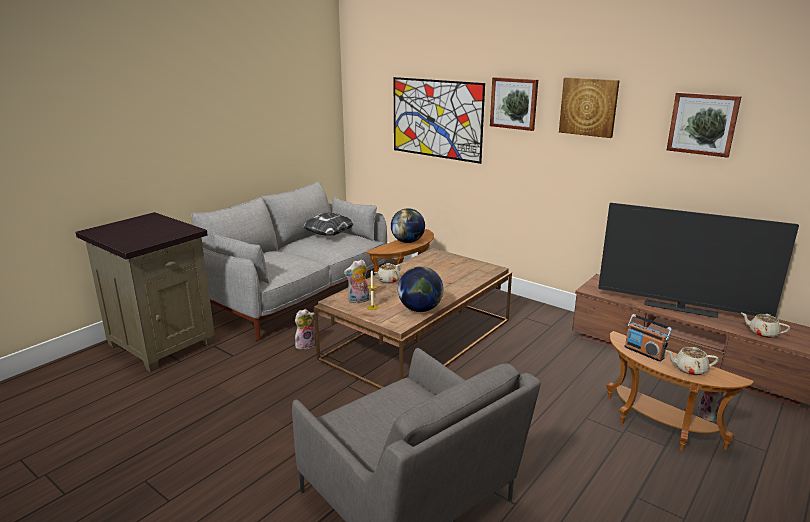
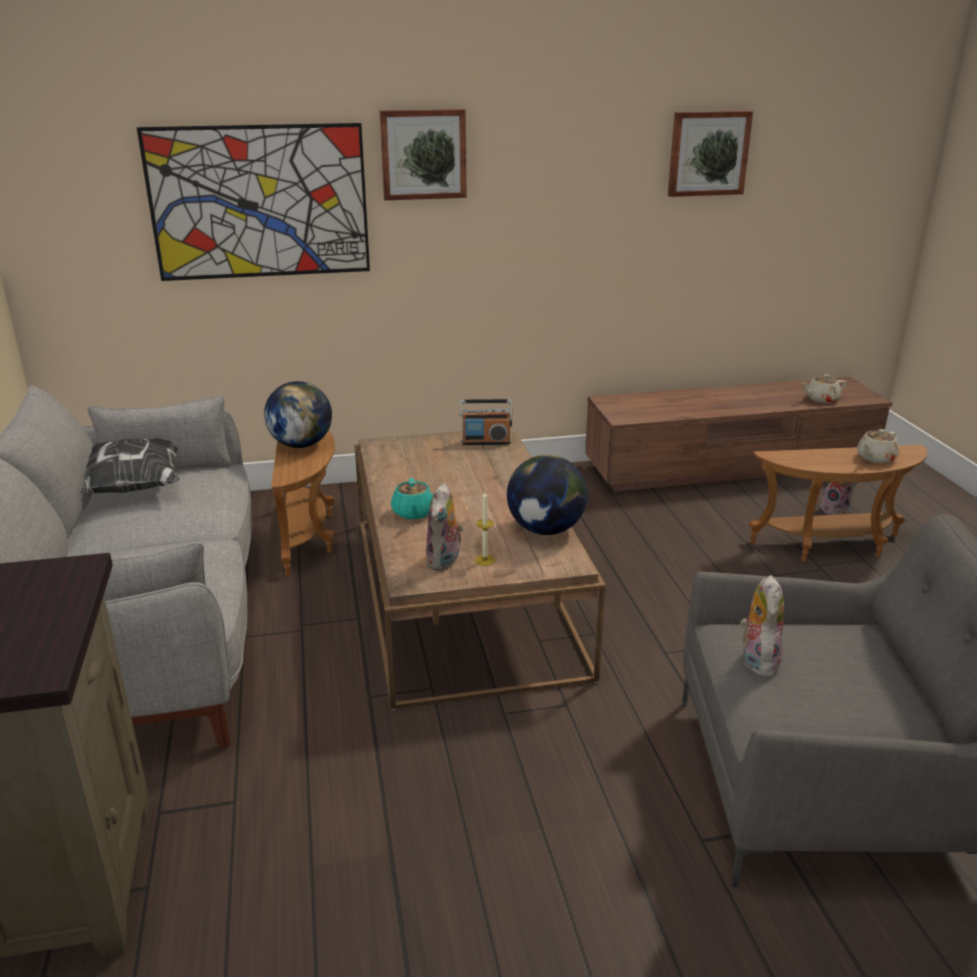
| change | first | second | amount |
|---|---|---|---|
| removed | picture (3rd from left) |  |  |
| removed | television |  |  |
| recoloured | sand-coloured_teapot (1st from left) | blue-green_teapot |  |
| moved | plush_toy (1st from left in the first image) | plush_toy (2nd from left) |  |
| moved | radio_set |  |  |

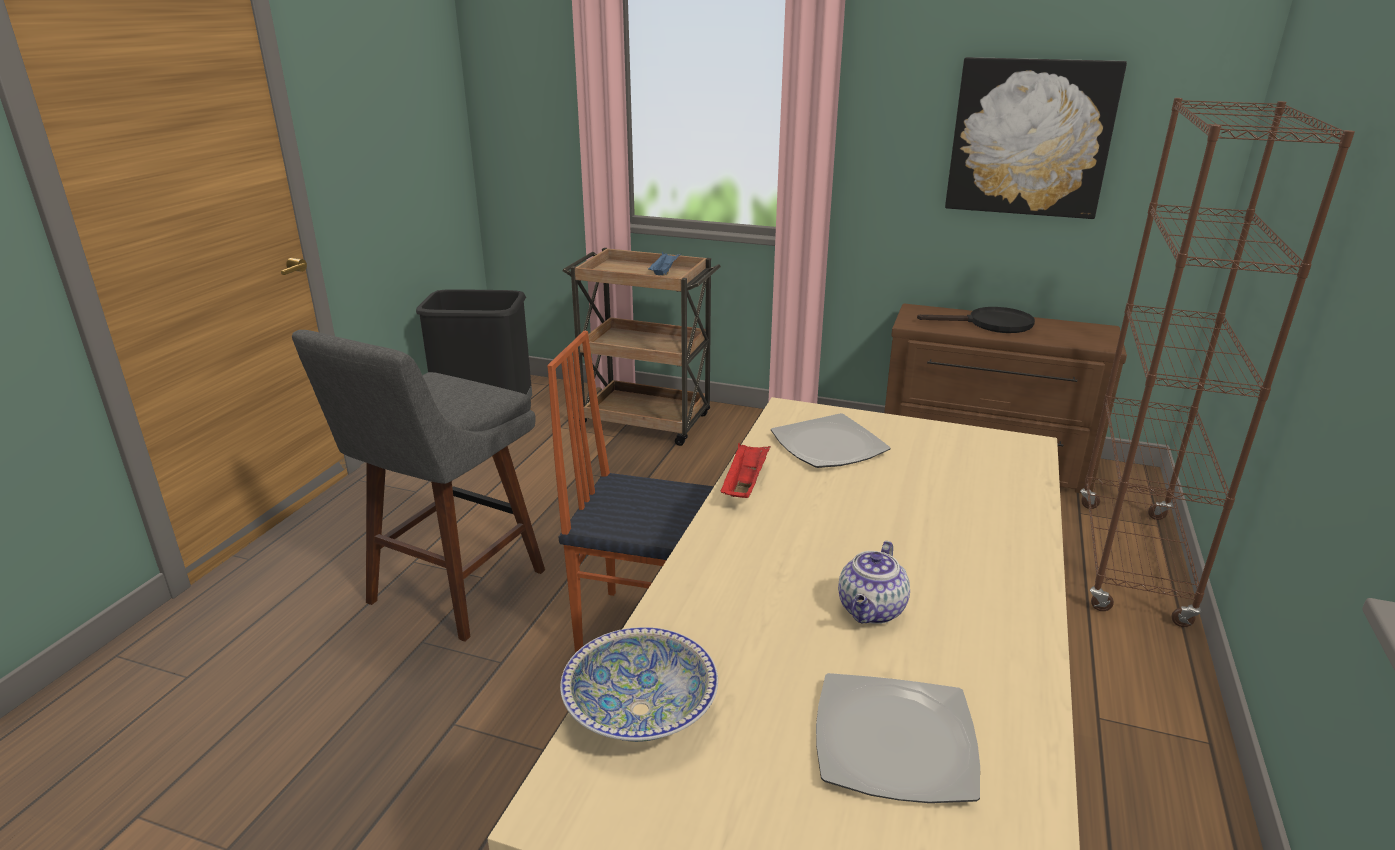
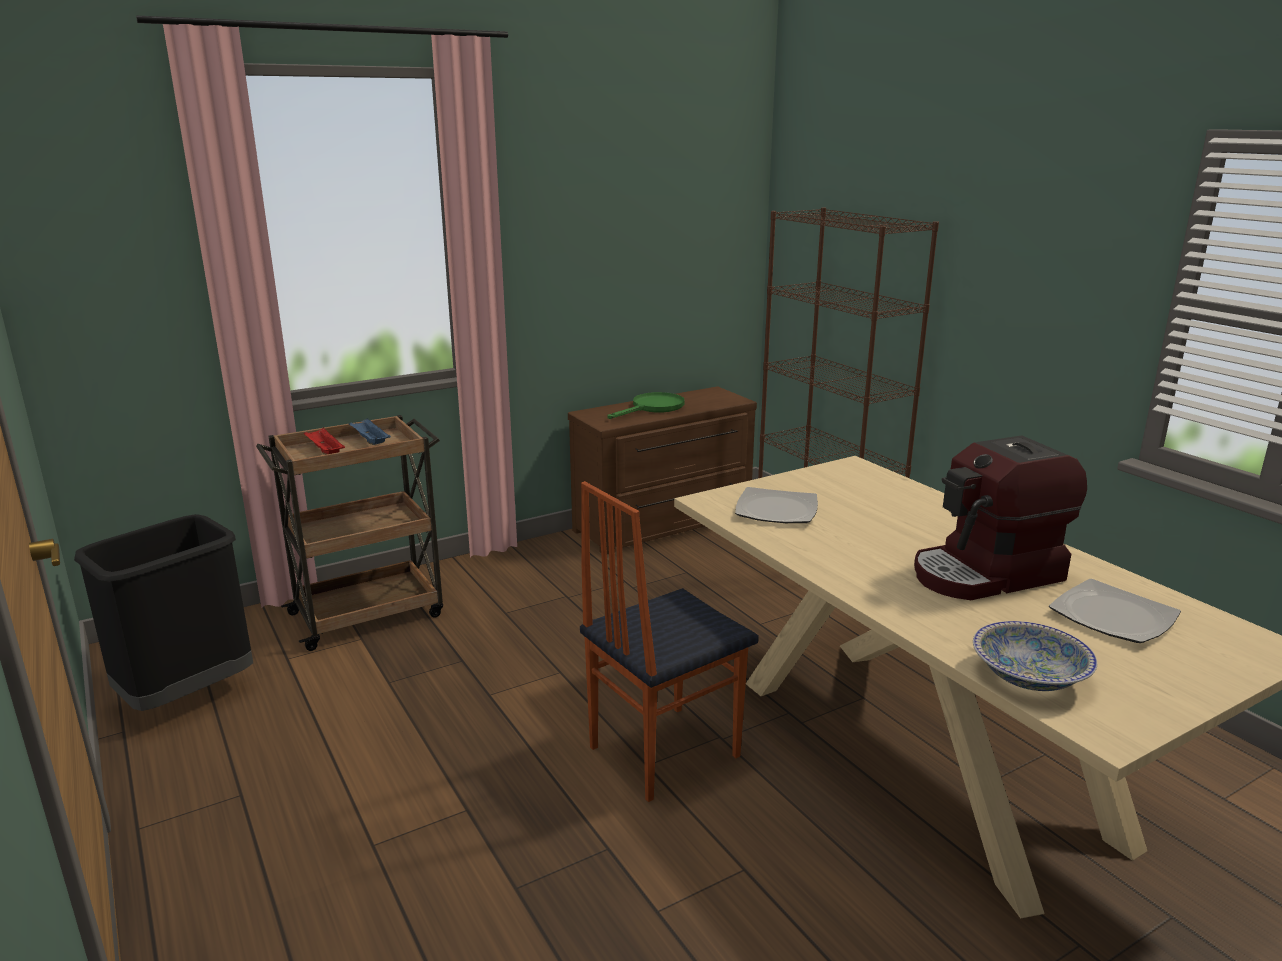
| change | first | second | amount |
|---|---|---|---|
| removed | picture |  |  |
| recoloured | blackish_pan | green-coloured_pan |  |
| removed | gray_stool_seat |  |  |
| moved | reddish_carrying_tray |  |  |
| replaced | teapot | coffee_brewer |  |

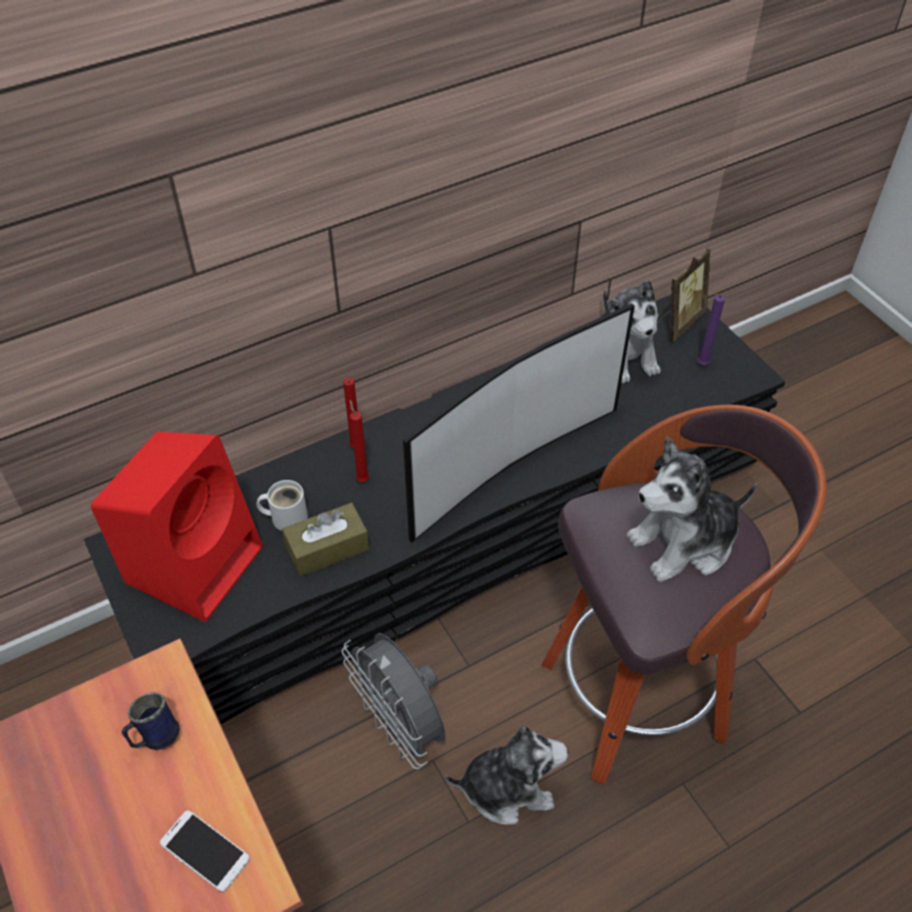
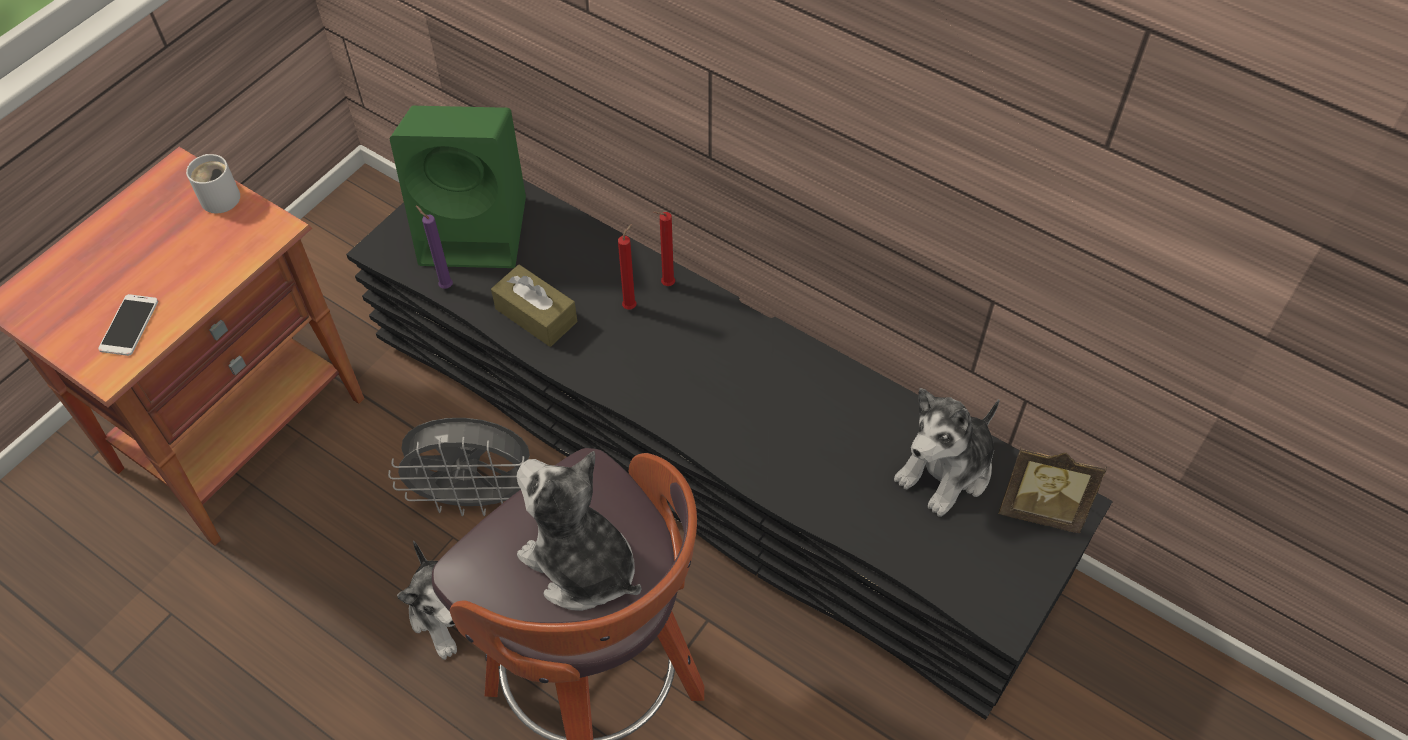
| change | first | second | amount |
|---|---|---|---|
| moved | purple_candle |  |  |
| removed | television |  |  |
| recoloured | reddish_speaker | green-coloured_speaker |  |
| moved | white-coloured_coffee_mug |  |  |
| turned | gray_cooling_fan |  | 120 degrees counterclockwise |
| removed | blue-coloured_coffee_mug |  |  |

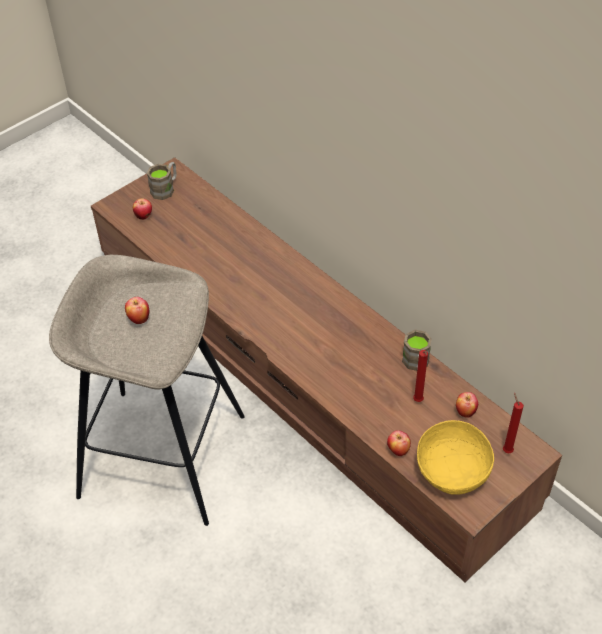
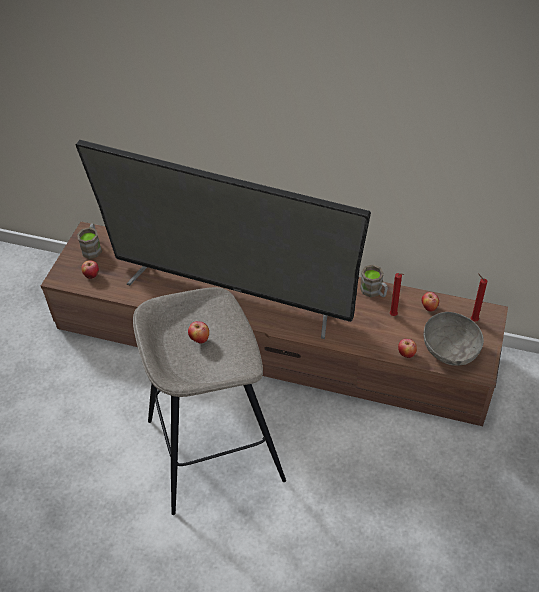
| change | first | second | amount |
|---|---|---|---|
| recoloured | yellowish_deep_dish | gray_deep_dish |  |
| added |  | television |  |

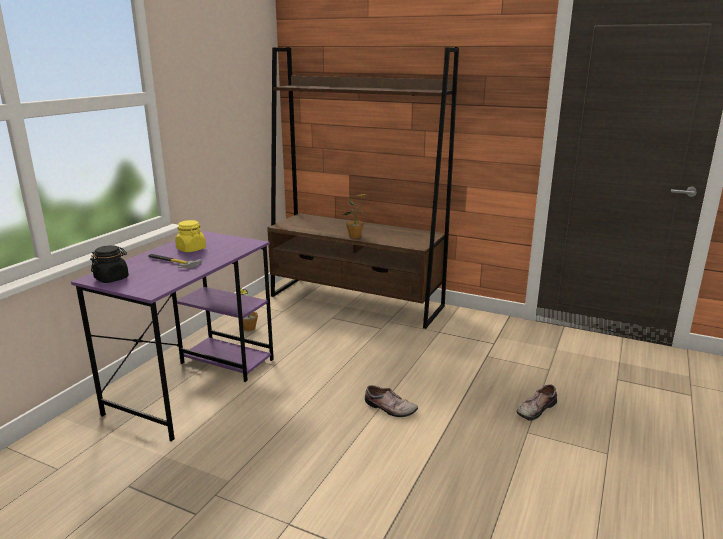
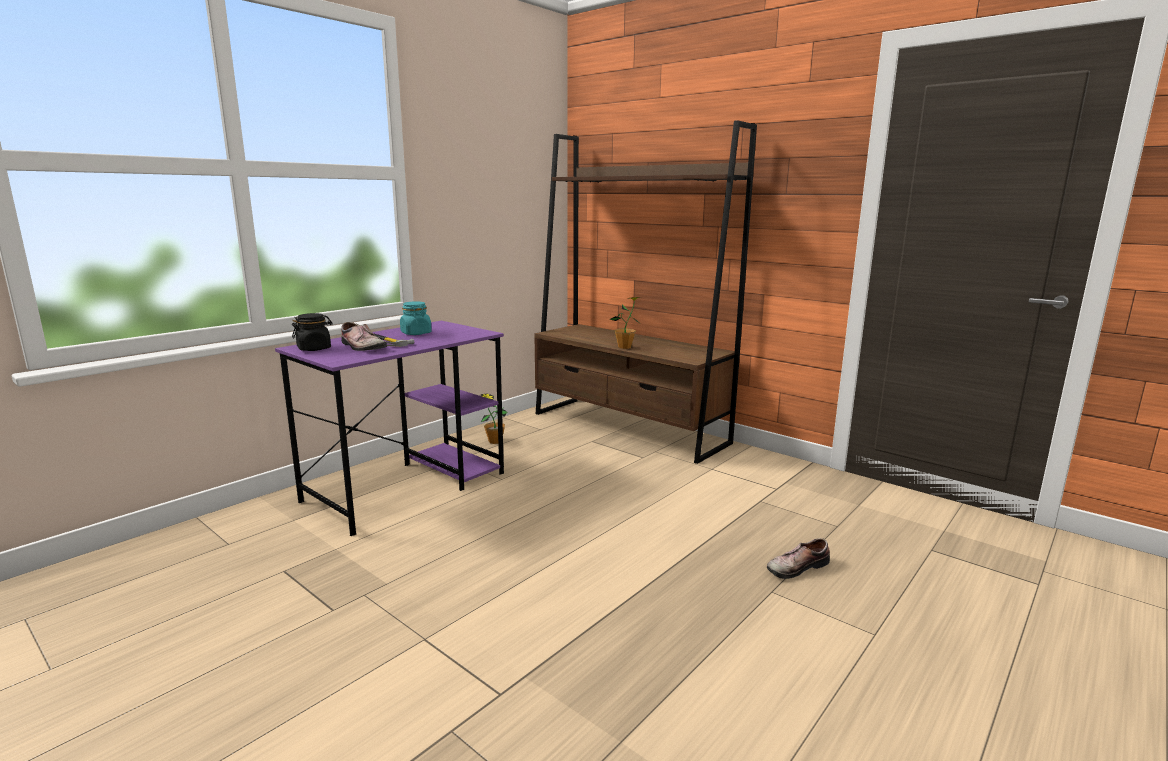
| change | first | second | amount |
|---|---|---|---|
| recoloured | yellowish_storage_jar | blue-green_storage_jar |  |
| moved | low_shoe (1st from left) |  |  |

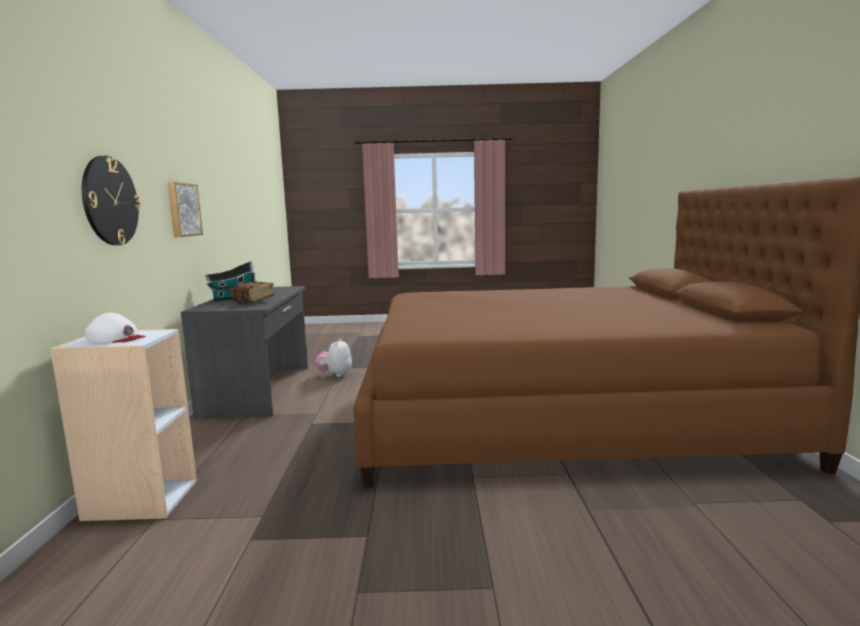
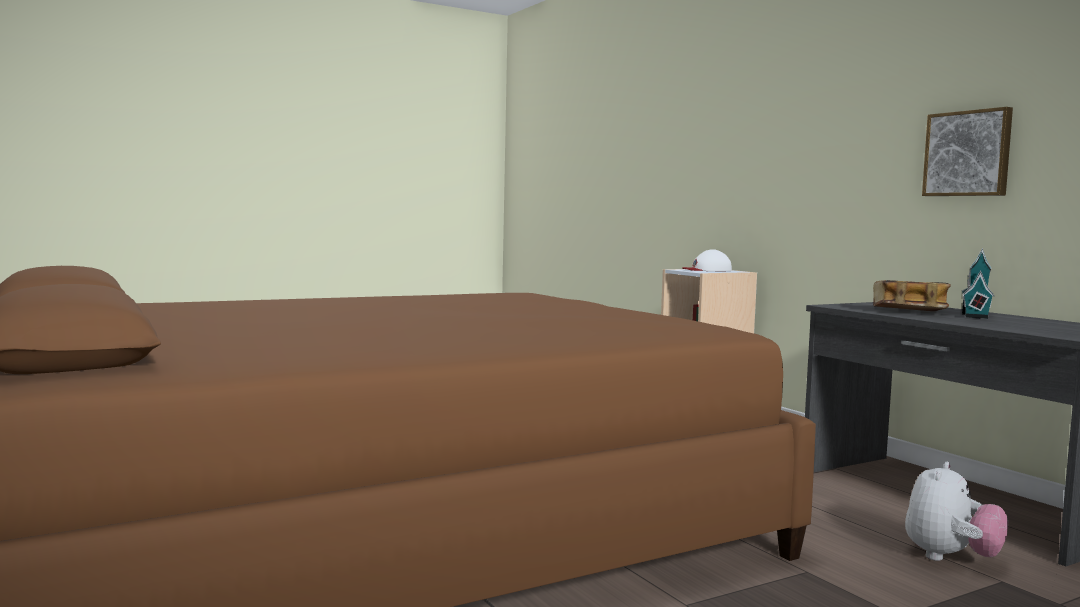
| change | first | second | amount |
|---|---|---|---|
| removed | hanging_clock |  |  |
| turned | plush_toy |  | 60 degrees clockwise |

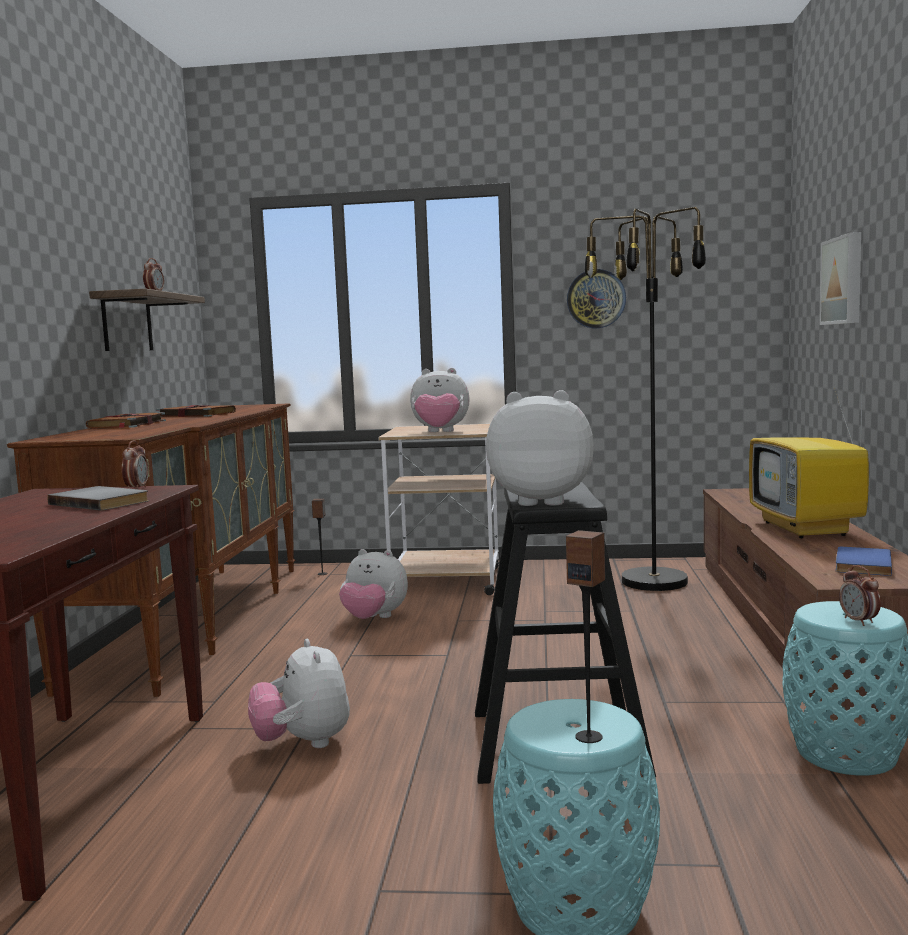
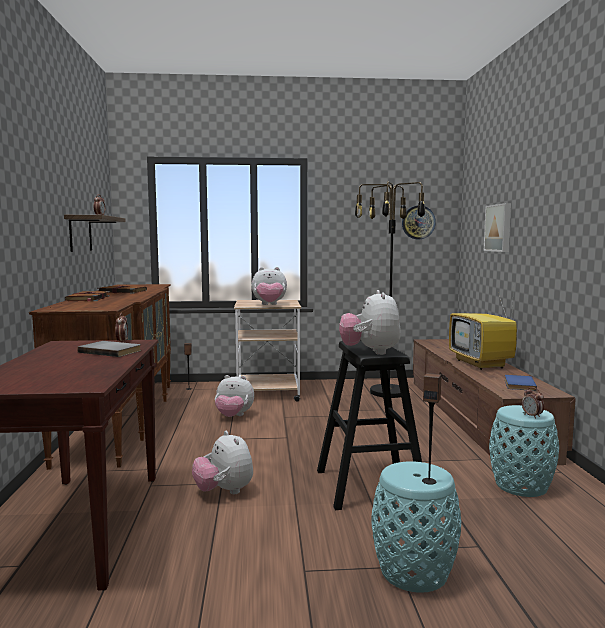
| change | first | second | amount |
|---|---|---|---|
| moved | hanging_clock |  |  |
| turned | plush_toy (4th from left) |  | 90 degrees counterclockwise |

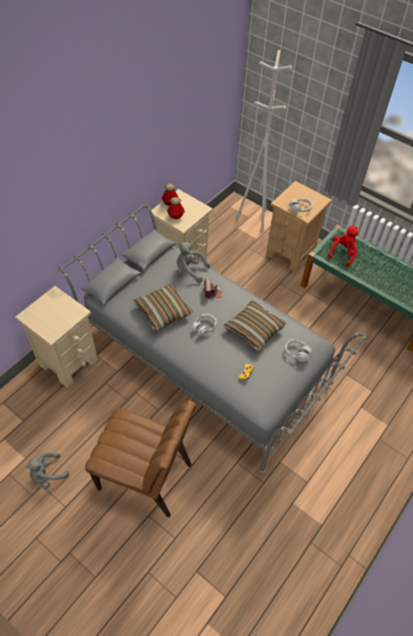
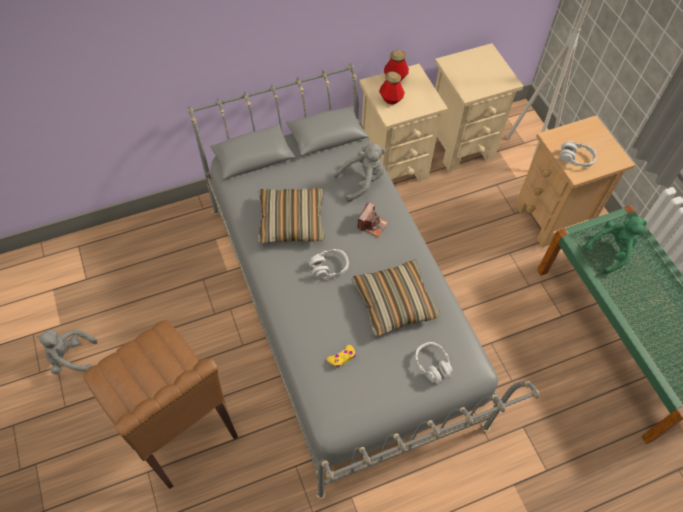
| change | first | second | amount |
|---|---|---|---|
| recoloured | reddish_plush_toy | green-coloured_plush_toy |  |
| turned | gray_plush_toy (2nd from left) |  | 105 degrees clockwise |
| moved | sand-coloured_night_table (1st from left in the first image) | sand-coloured_night_table (2nd from left) |  |

